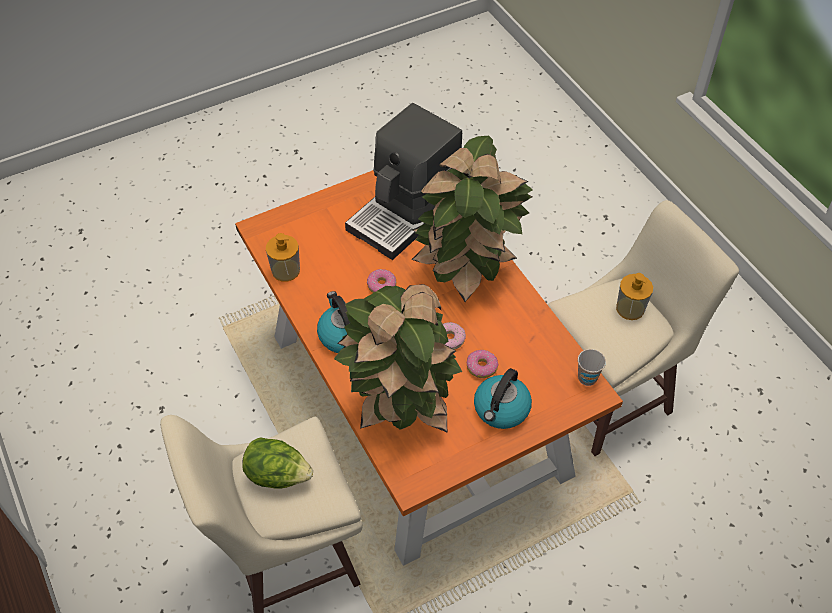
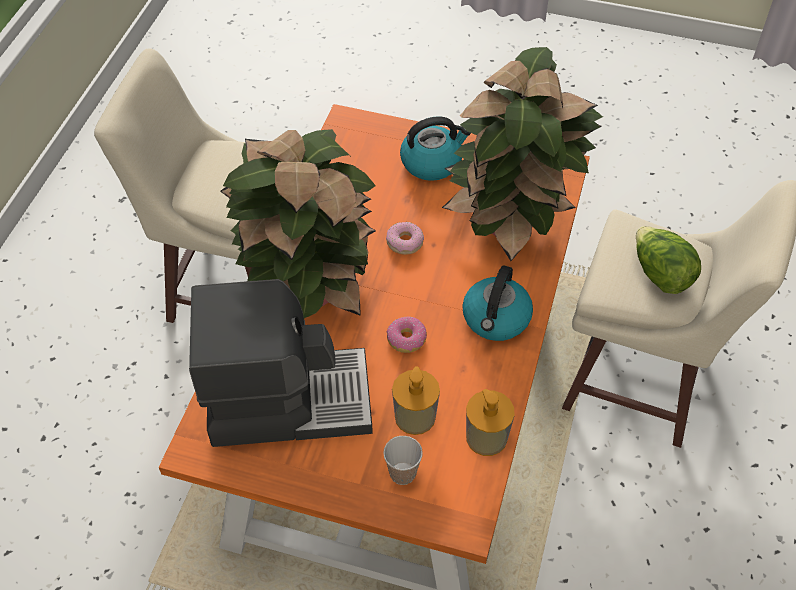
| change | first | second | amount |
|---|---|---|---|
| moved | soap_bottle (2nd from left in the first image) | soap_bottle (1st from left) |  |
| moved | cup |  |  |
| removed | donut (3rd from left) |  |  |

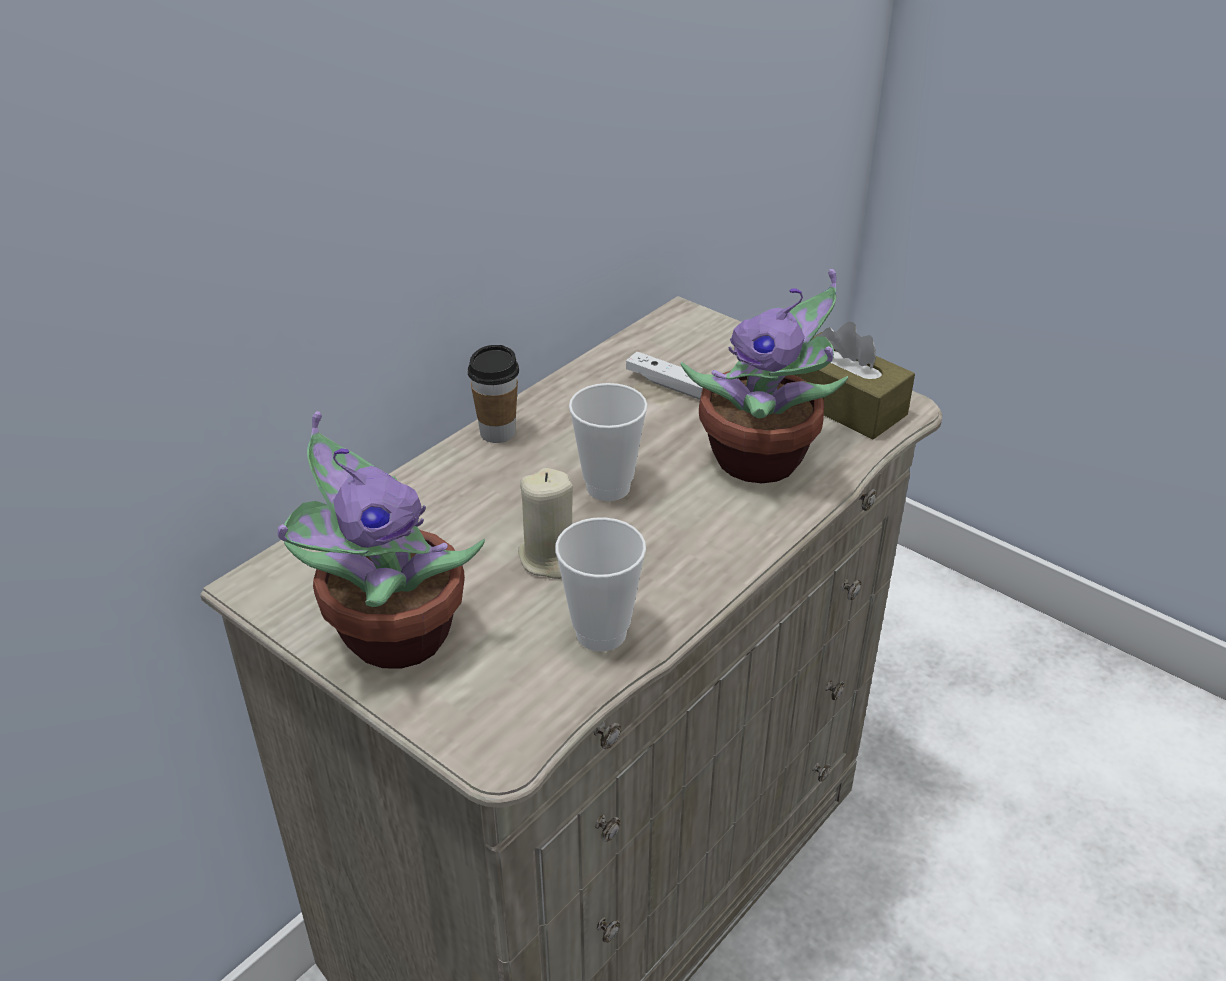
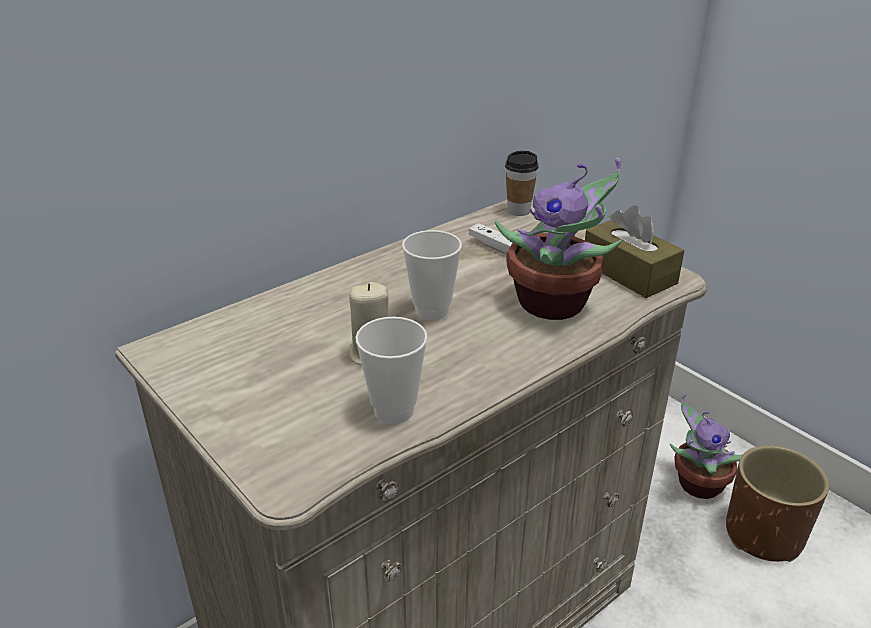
| change | first | second | amount |
|---|---|---|---|
| moved | cup (1st from left in the first image) | cup (3rd from left) |  |
| moved | houseplant (1st from left in the first image) | houseplant (2nd from left) |  |
| added |  | brownish_plant_pot |  |

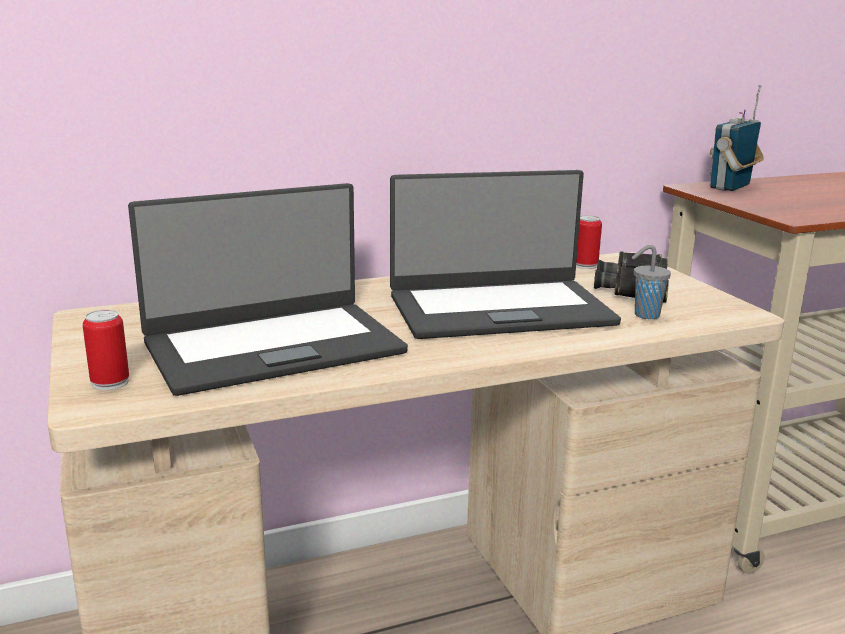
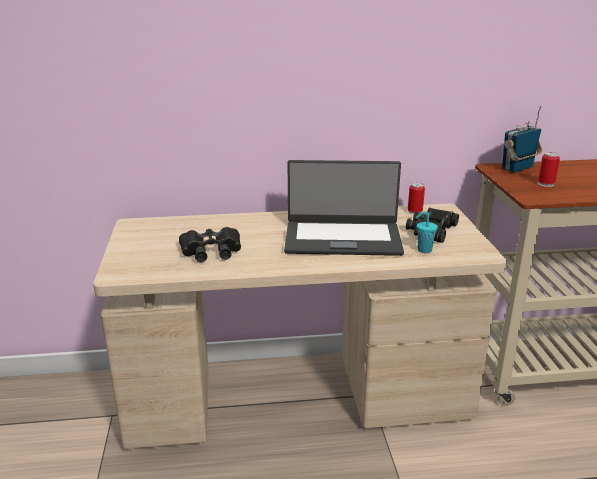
| change | first | second | amount |
|---|---|---|---|
| replaced | laptop (1st from left) | blackish_binoculars (1st from left) |  |
| recoloured | gray_cup | blue-green_cup |  |
| moved | sealed_can (1st from left in the first image) | sealed_can (2nd from left) |  |

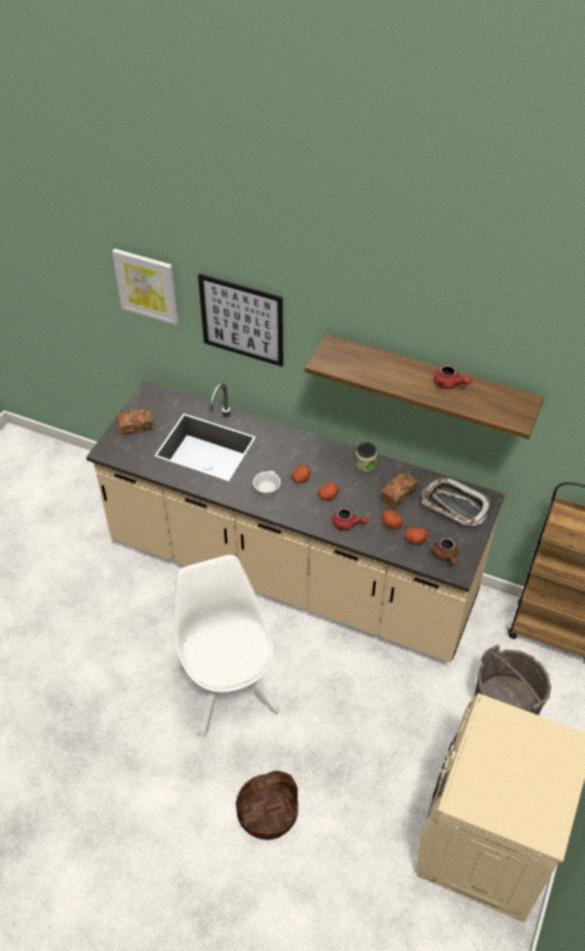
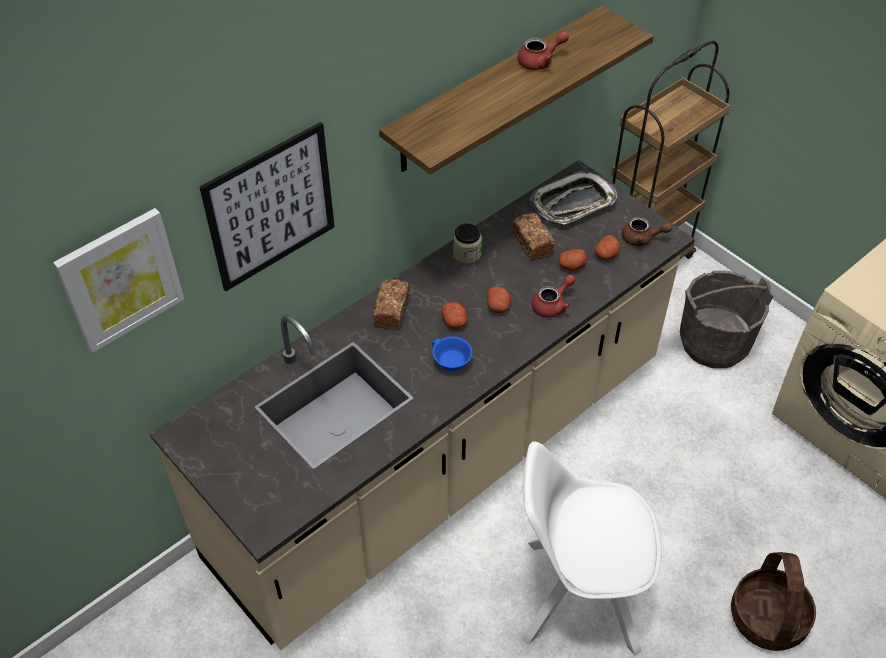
| change | first | second | amount |
|---|---|---|---|
| moved | bakery_bread (1st from left) |  |  |
| recoloured | white-coloured_cup | blue-coloured_cup |  |

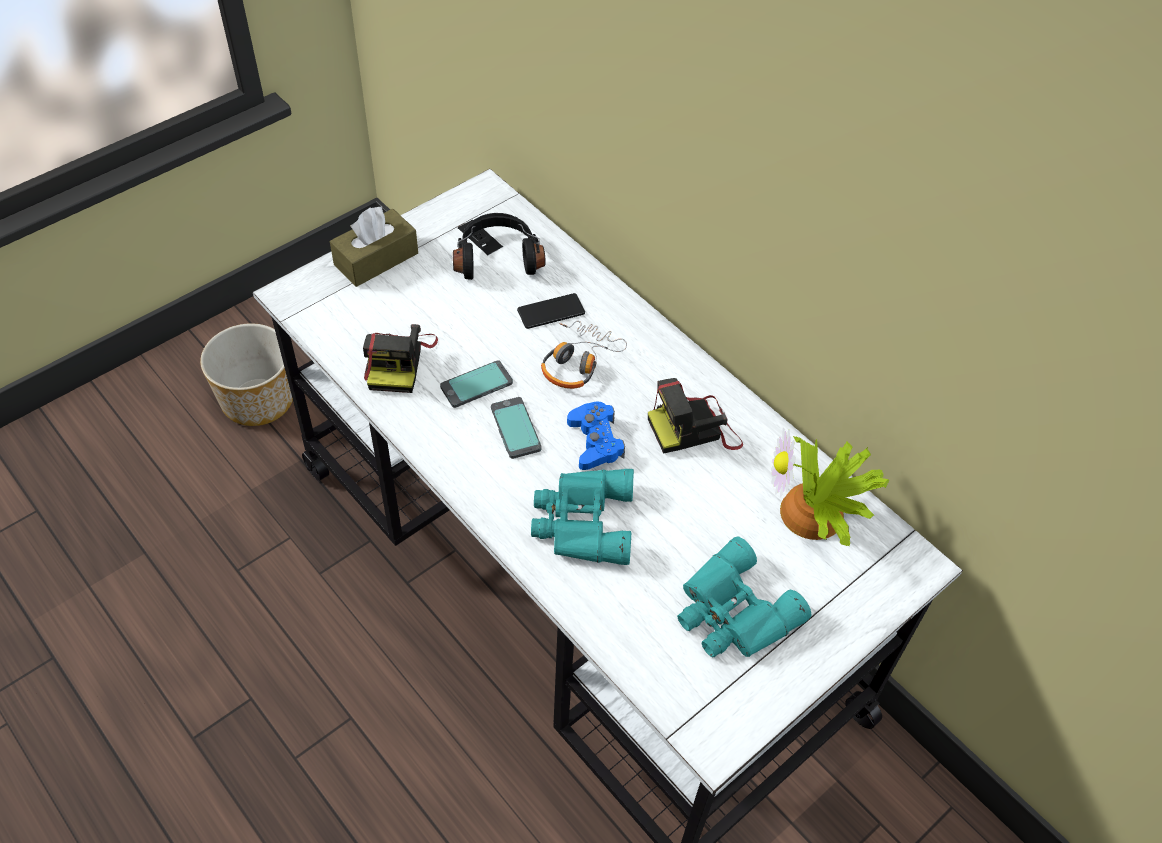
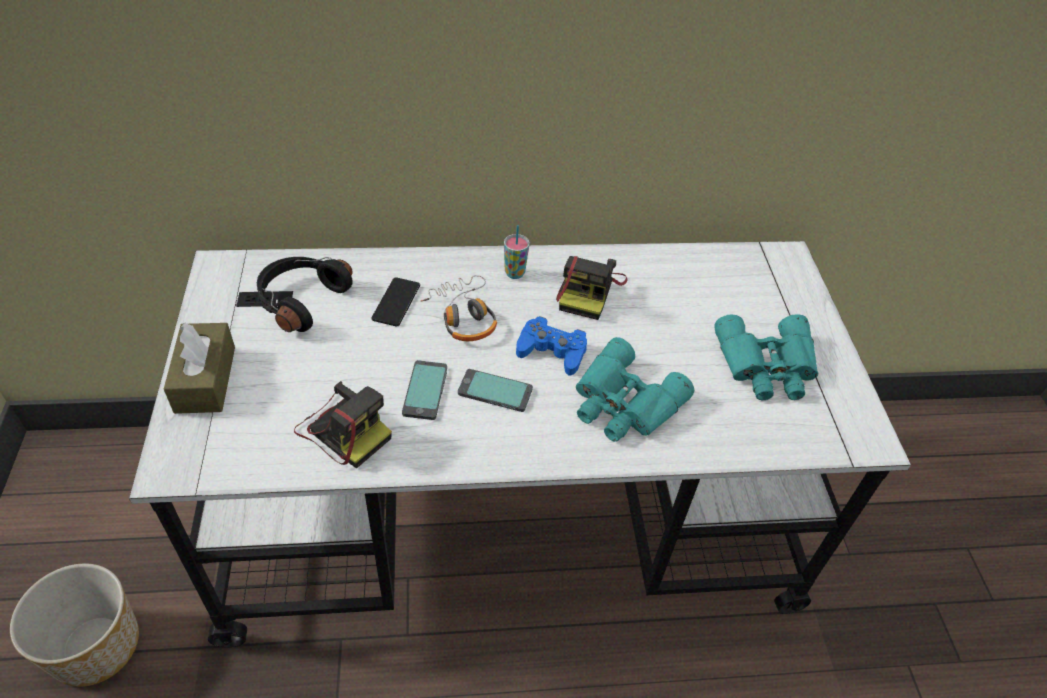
| change | first | second | amount |
|---|---|---|---|
| removed | houseplant |  |  |
| added |  | cup |  |

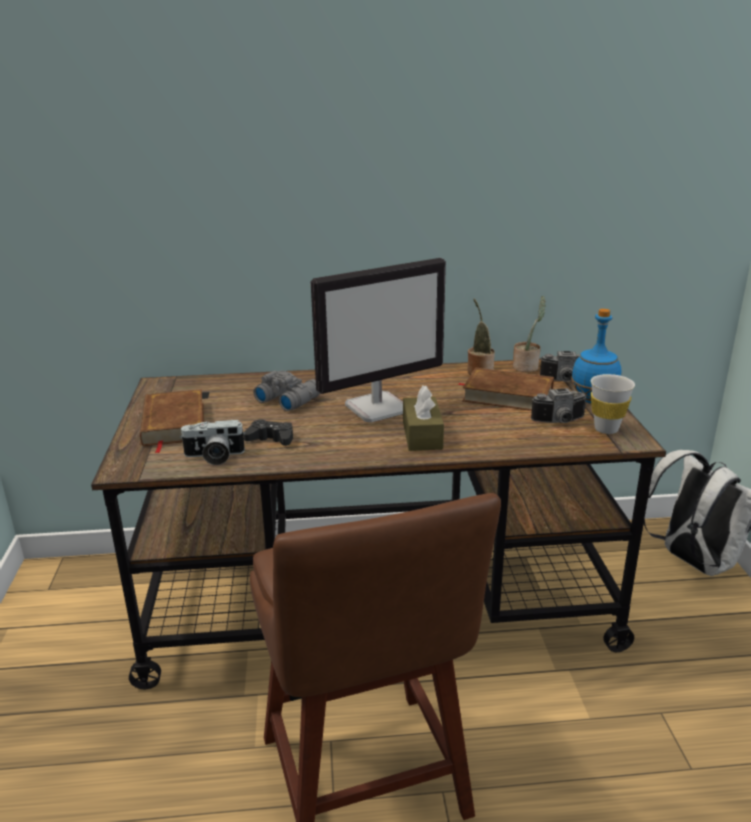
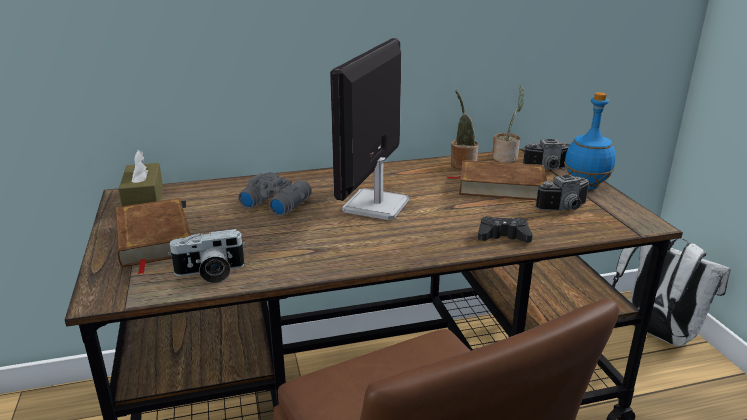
| change | first | second | amount |
|---|---|---|---|
| turned | monitor |  | 150 degrees clockwise |
| removed | white-coloured_cup |  |  |
| moved | brownish_tissue_holder |  |  |
| moved | blackish_game_controller |  |  |

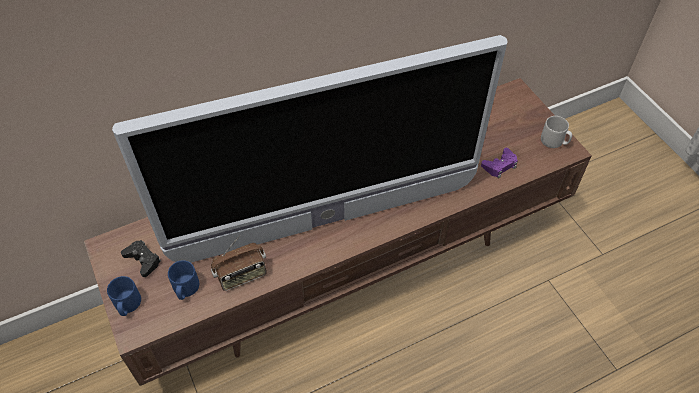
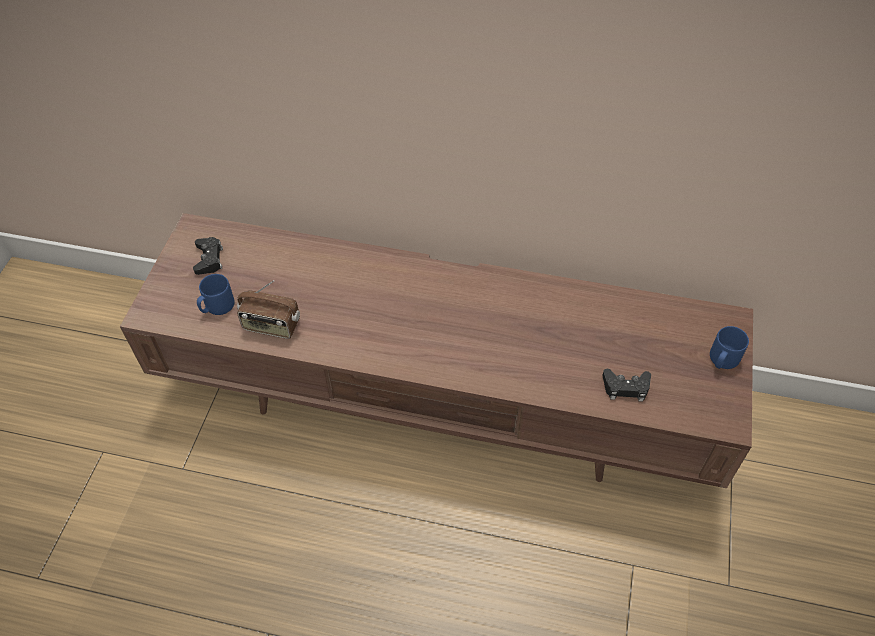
| change | first | second | amount |
|---|---|---|---|
| removed | television |  |  |
| removed | gray_coffee_mug |  |  |
| recoloured | purple_game_controller | blackish_game_controller (2nd from left) |  |
| moved | blue-coloured_coffee_mug (1st from left in the first image) | blue-coloured_coffee_mug (2nd from left) |  |

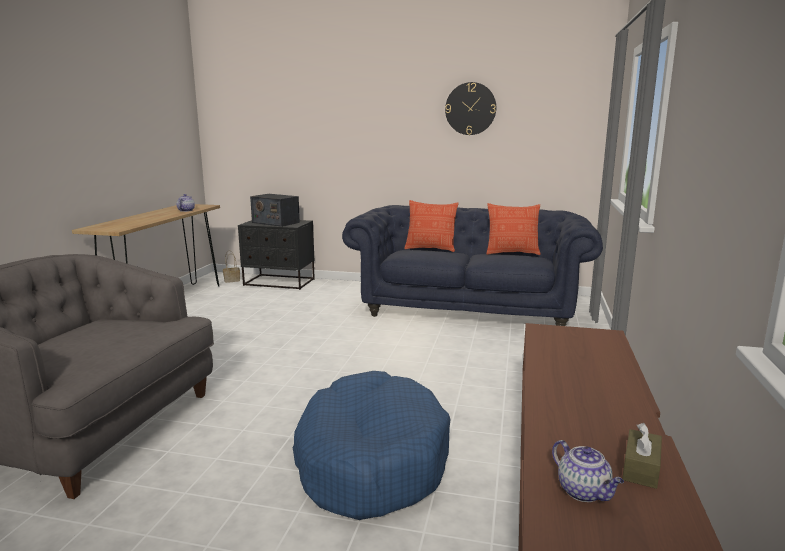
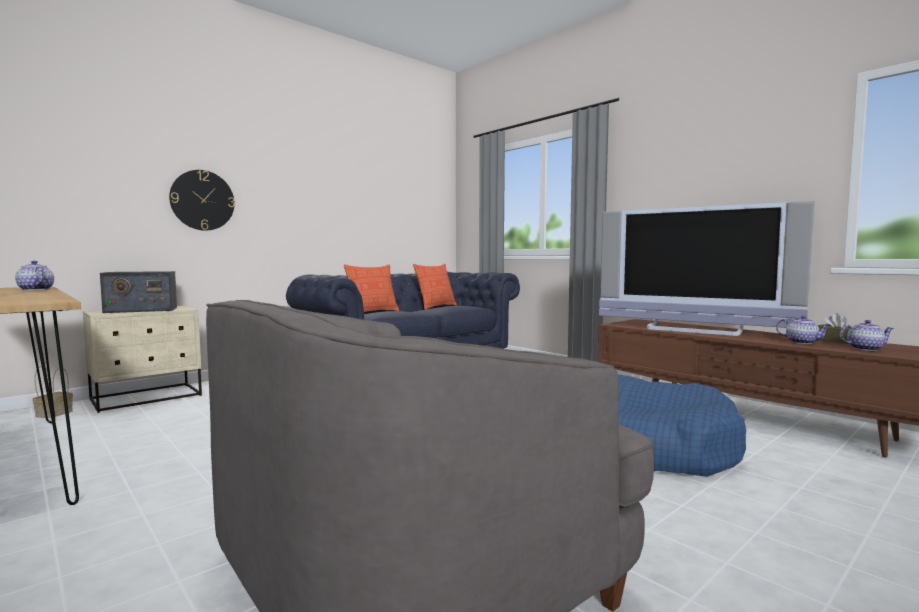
| change | first | second | amount |
|---|---|---|---|
| moved | hanging_clock |  |  |
| recoloured | blackish_night_table | sand-coloured_night_table |  |
| added |  | television |  |
| added |  | teapot (2nd from left) |  |

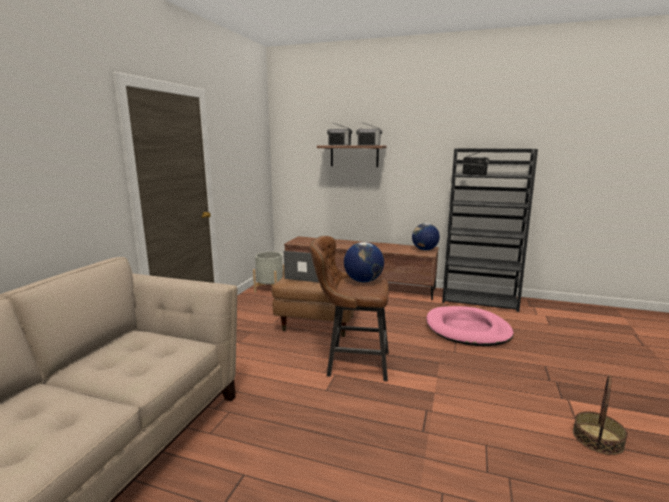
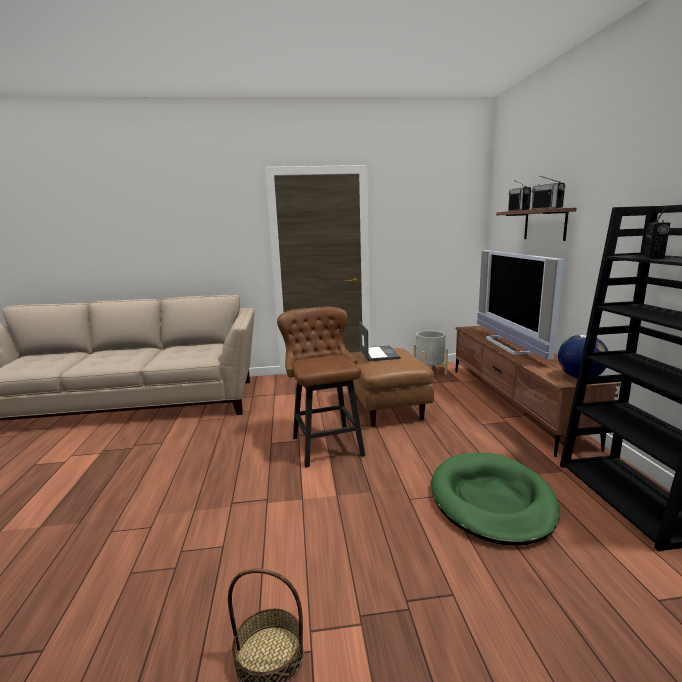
| change | first | second | amount |
|---|---|---|---|
| removed | desk_globe (1st from left) |  |  |
| recoloured | pink_dog_cushion | green-coloured_dog_cushion |  |
| added |  | television |  |

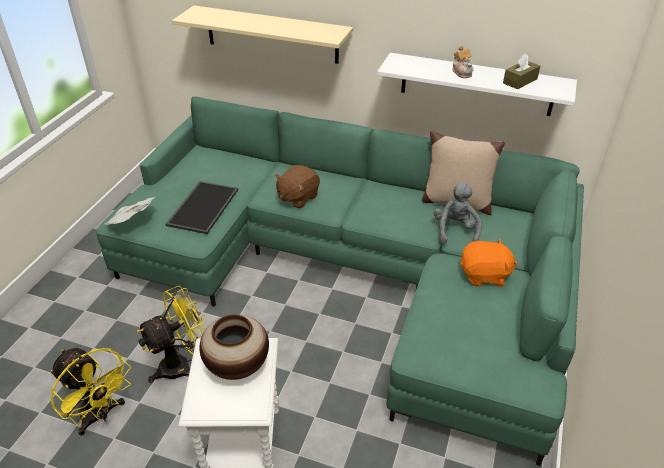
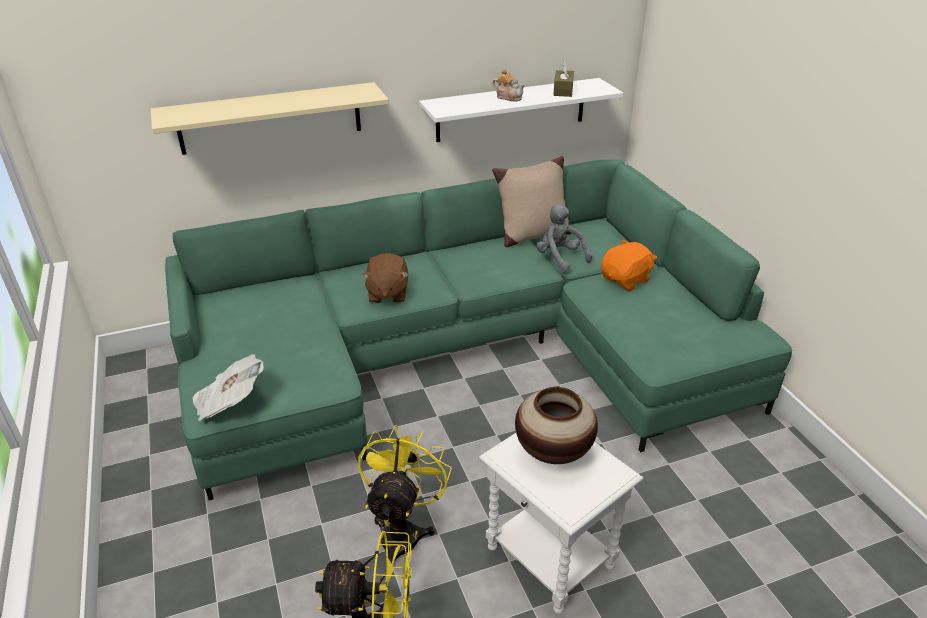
| change | first | second | amount |
|---|---|---|---|
| removed | carrying_tray |  |  |

